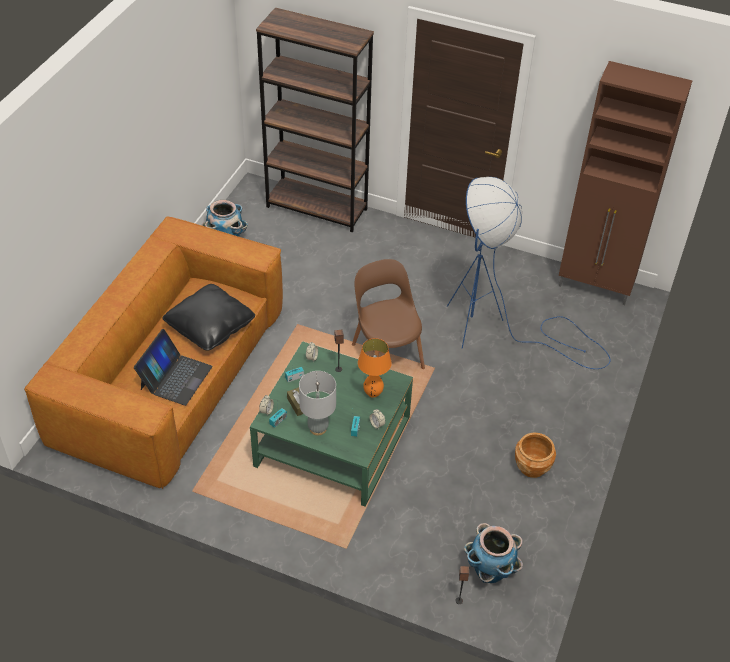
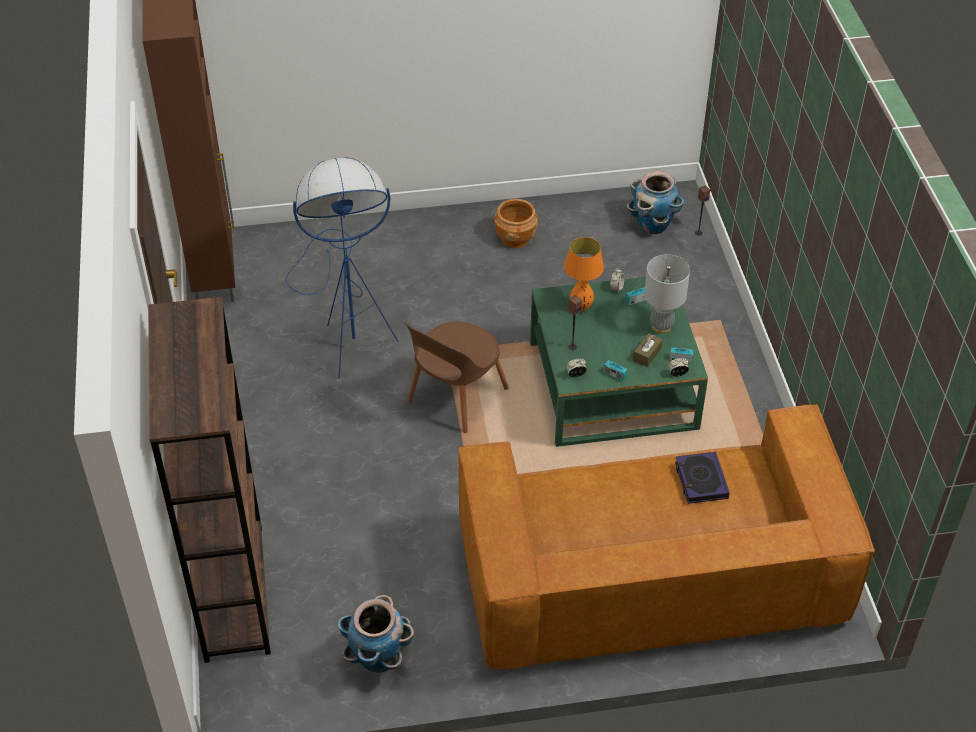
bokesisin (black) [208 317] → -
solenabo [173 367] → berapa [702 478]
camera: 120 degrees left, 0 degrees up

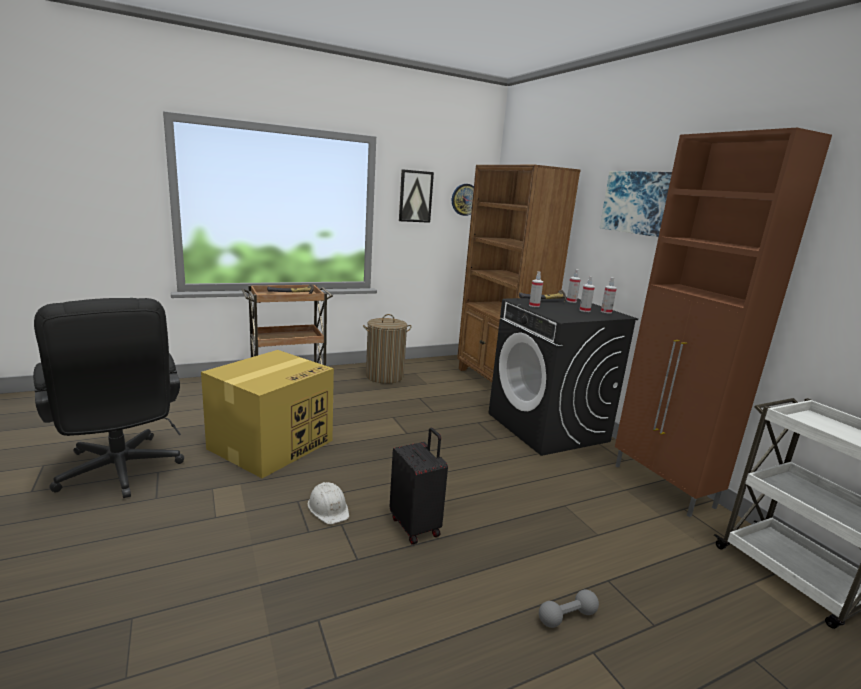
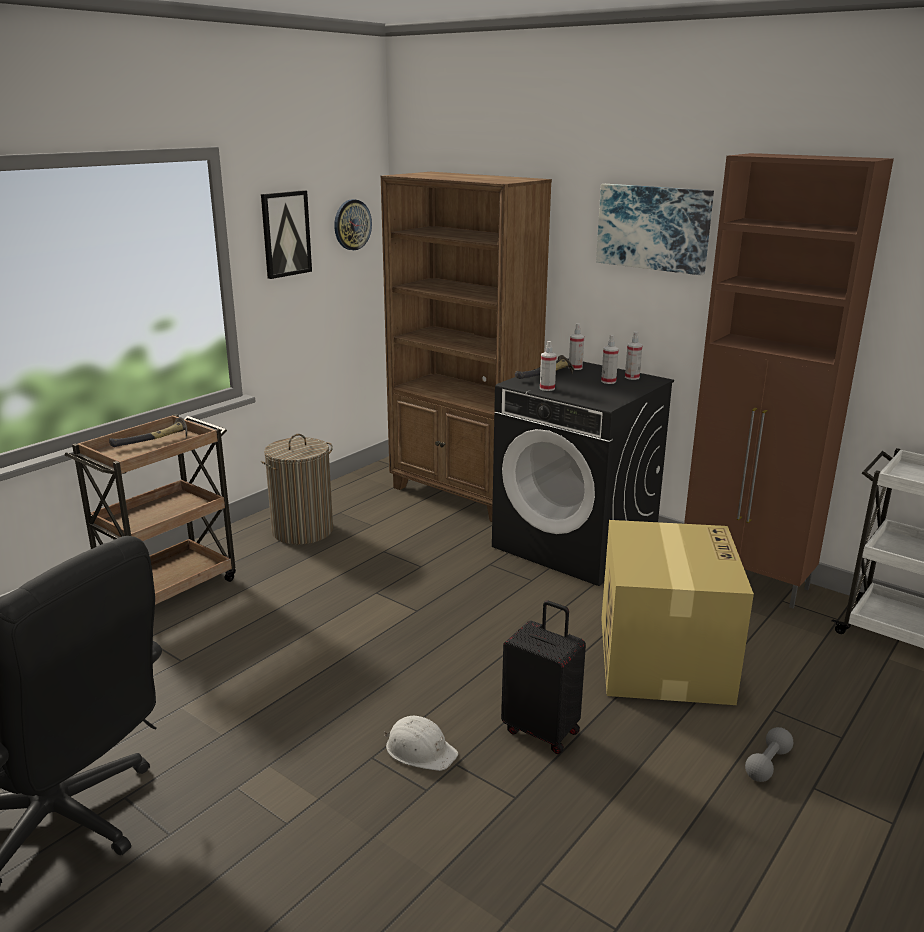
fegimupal [267 414] → fegimupal [677 612], shifted
camera: 25 degrees left, 5 degrees up

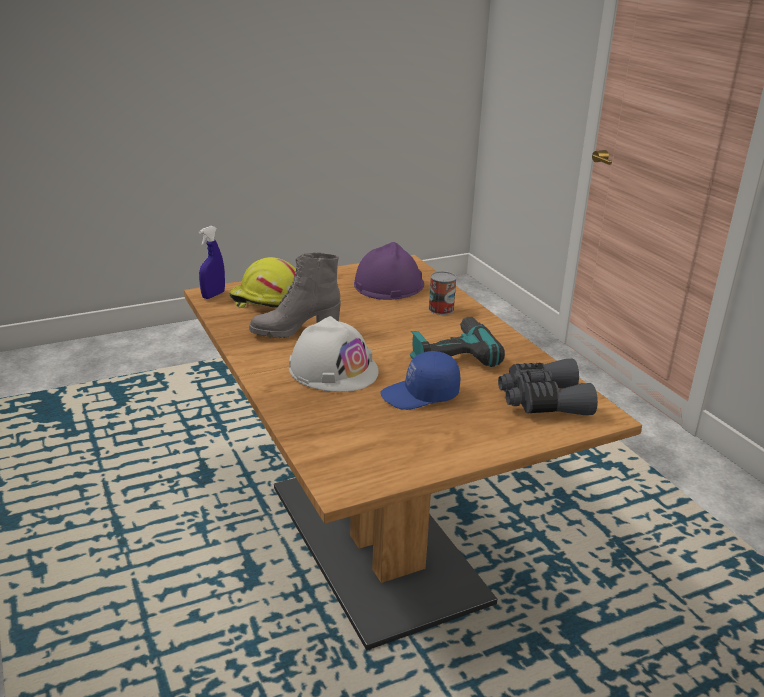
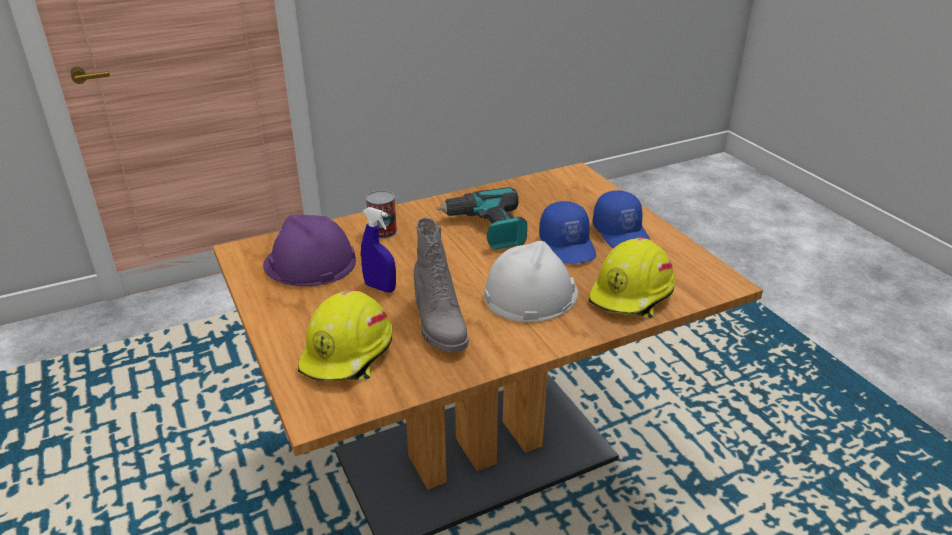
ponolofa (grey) [548 386] → -
- → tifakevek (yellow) [632 278]
- → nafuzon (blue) [621 219]
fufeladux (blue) [212 262] → fufeladux (blue) [378 250], shifted
camera: 90 degrees left, 5 degrees up

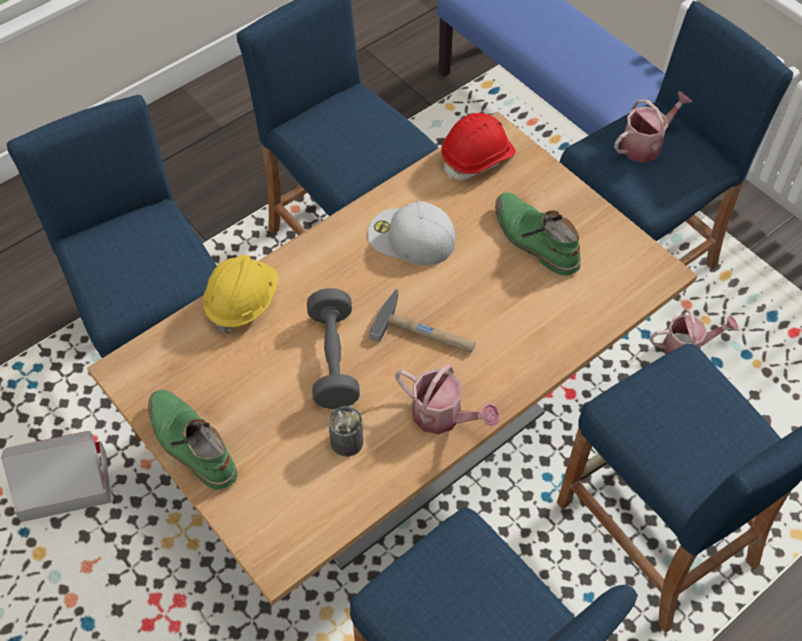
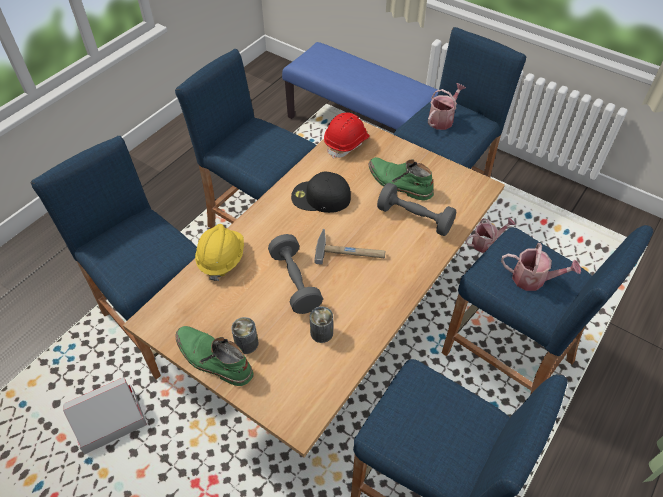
- → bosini [245 335]
- → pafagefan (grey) [417 209]
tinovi [447 399] → tinovi [541 267], shifted
nafuzon (white) [411 233] → nafuzon (black) [321 192]
camera: 15 degrees left, 5 degrees down

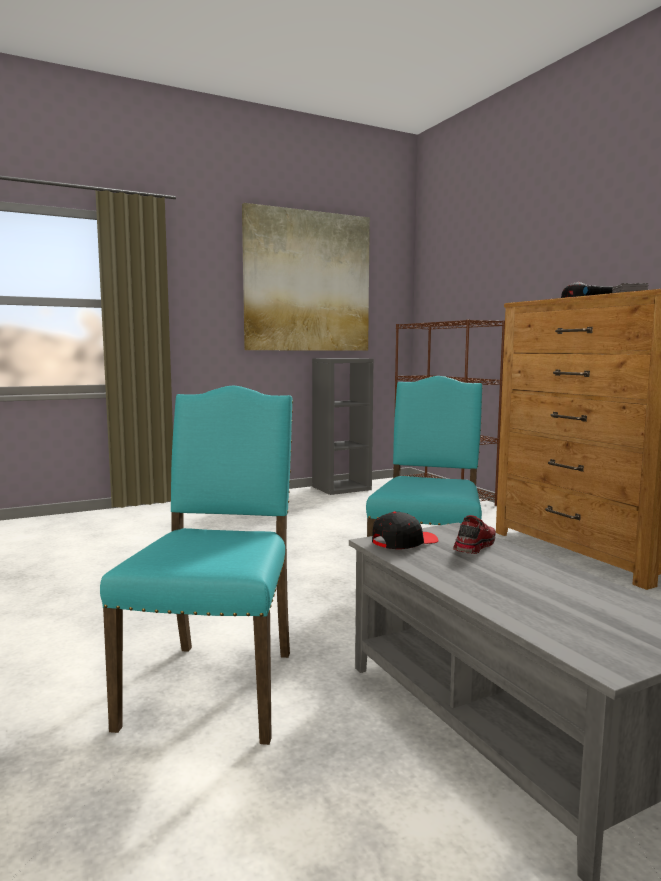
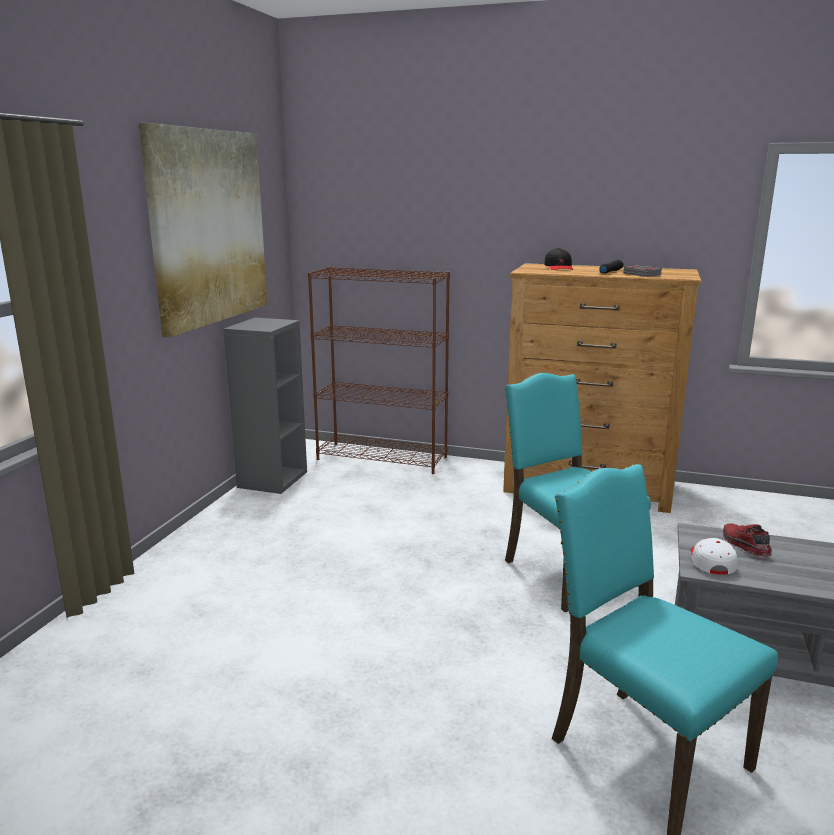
nafuzon (black) [405 530] → nafuzon (white) [714 556]
camera: 45 degrees left, 10 degrees up

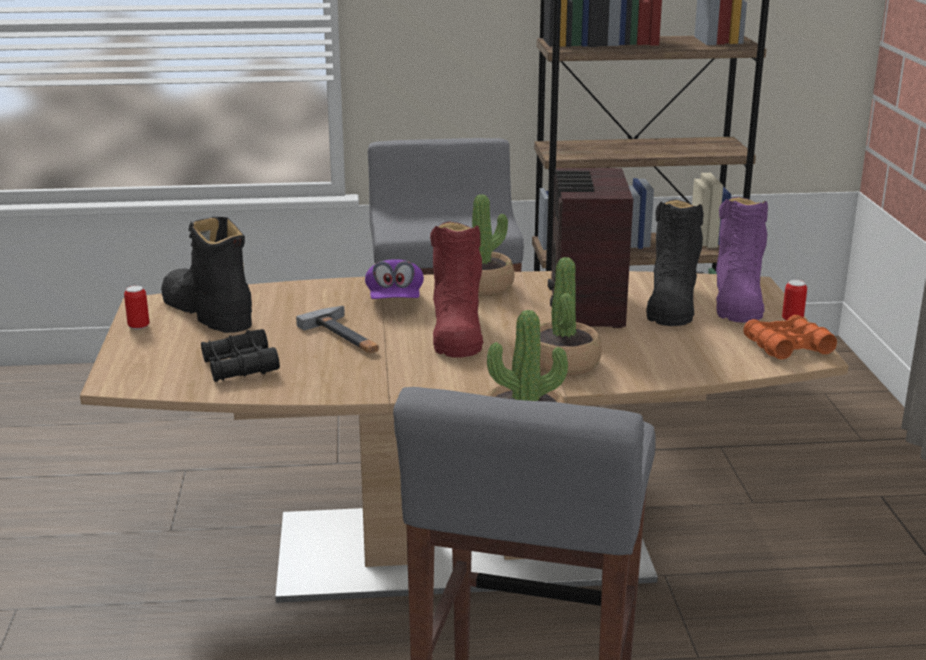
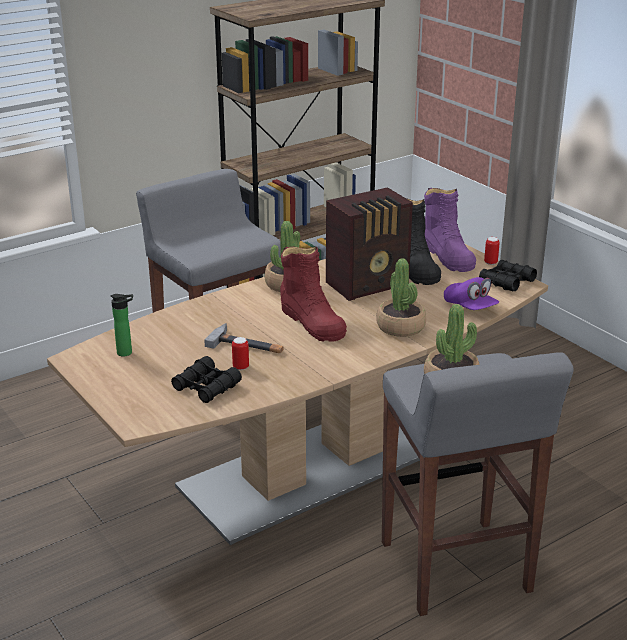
bosini [136 308] → bosini [240 353], shifted
nafuzon (purple) [394 279] → nafuzon (purple) [471 293], shifted
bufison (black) [206 275] → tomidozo [122 325]
ponolofa (orange) [790 337] → ponolofa (black) [508 275]
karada [590 248] → karada [369 244], 90 degrees counterclockwise
camera: 30 degrees left, 5 degrees up

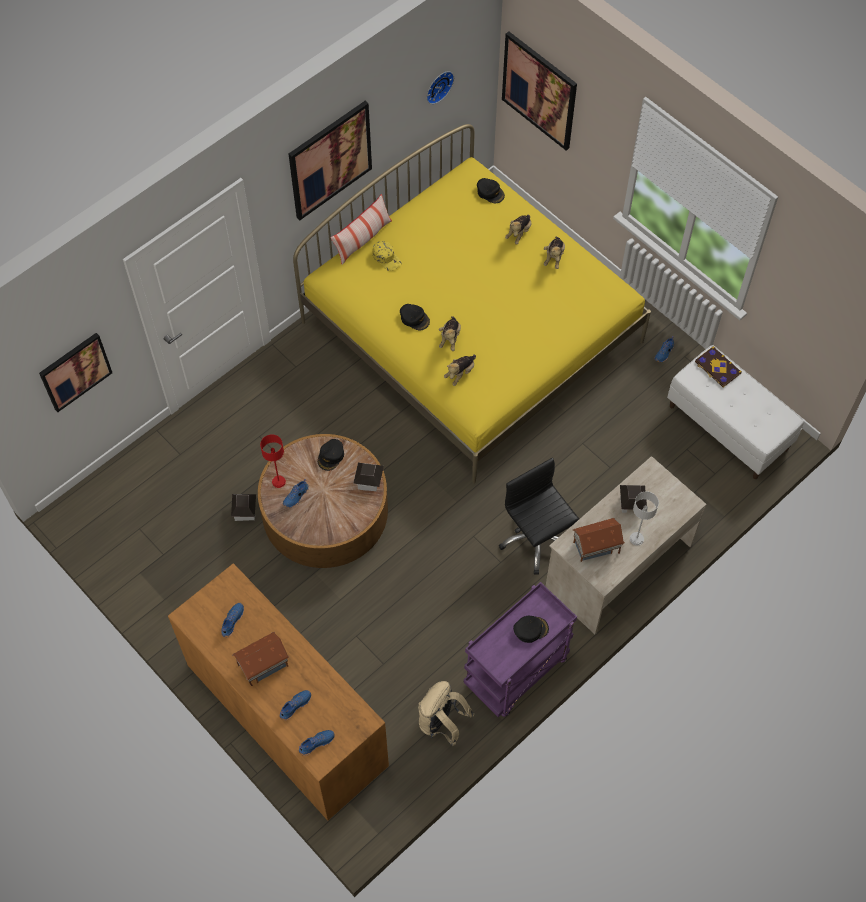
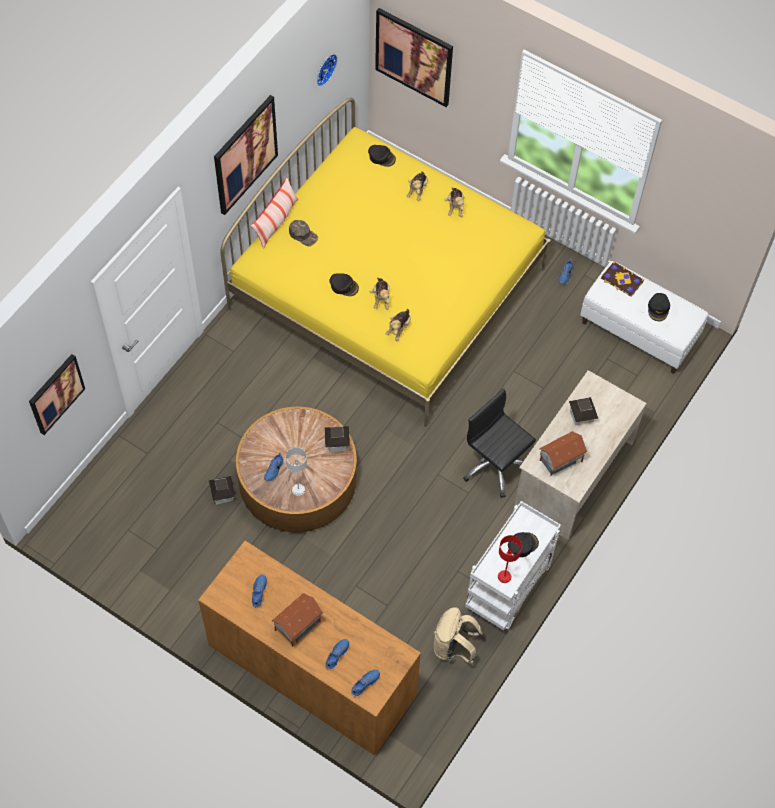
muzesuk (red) [273 461] → muzesuk (red) [510 559], shifted
nafuzon (black) [331 455] → nafuzon (black) [659 307], shifted
muzesuk (grey) [644 518] → muzesuk (grey) [296 471], shifted
nafuzon (yellow) [387 256] → nafuzon (green) [303 233]
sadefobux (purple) [520 649] → sadefobux (white) [513 566]
camera: 15 degrees left, 0 degrees up

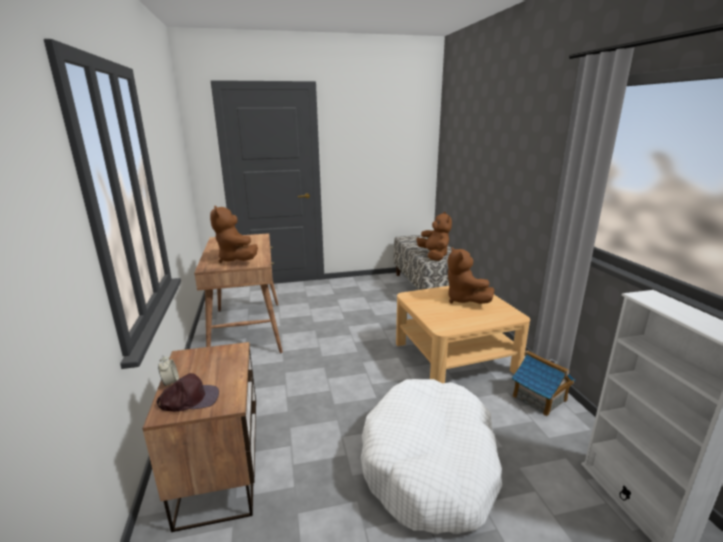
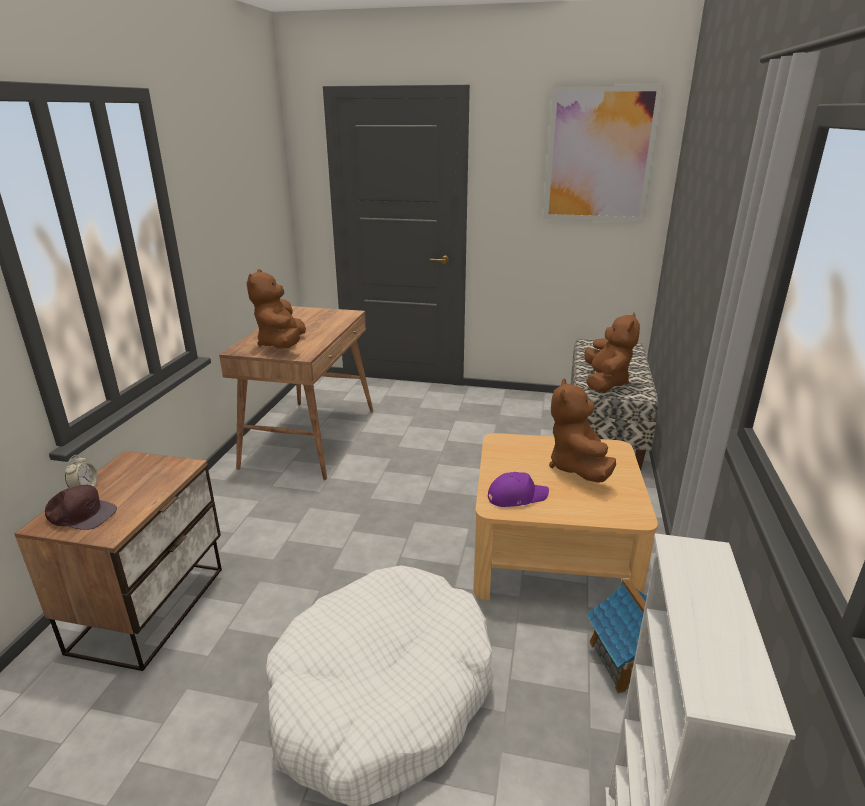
- → nafuzon (purple) [518 489]
- → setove [603 153]
camera: 25 degrees right, 5 degrees up

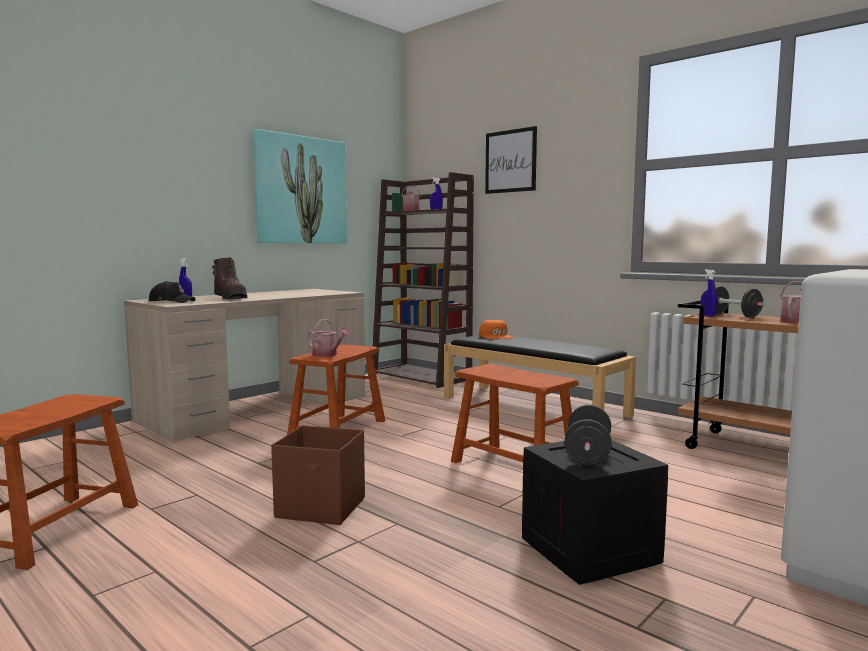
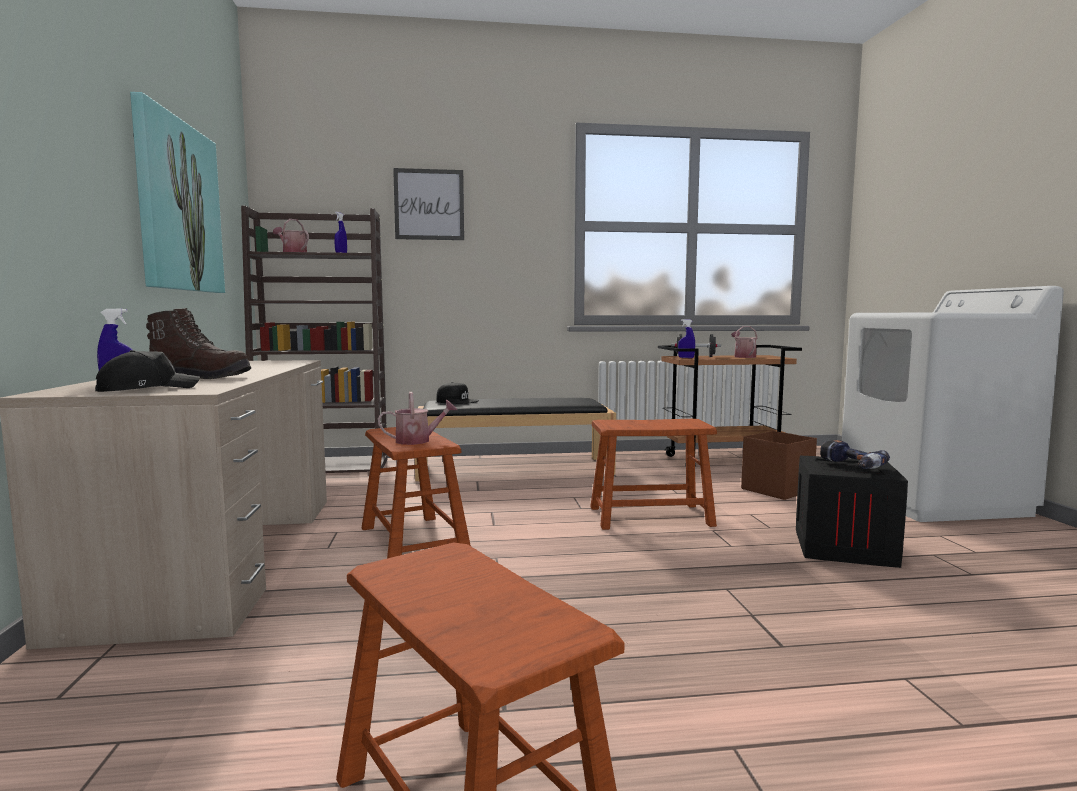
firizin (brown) [318 475] → firizin (brown) [779 465], shifted
pafagefan (black) [588 435] → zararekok [855 454]
nafuzon (orange) [496 329] → nafuzon (black) [457 393]
camera: 50 degrees left, 0 degrees up

